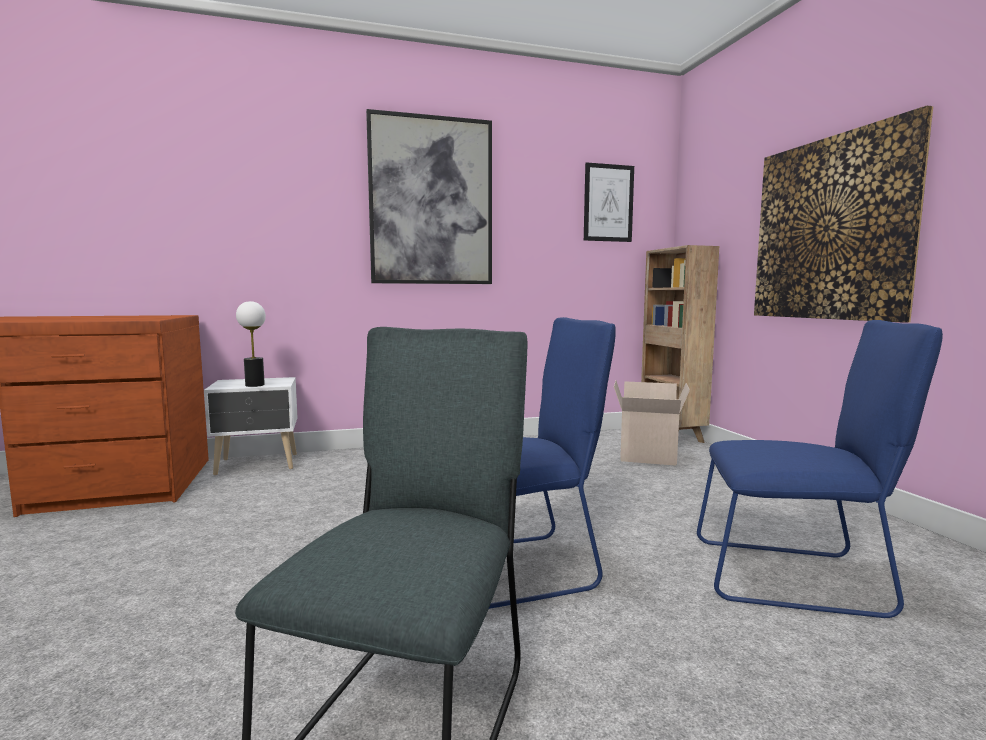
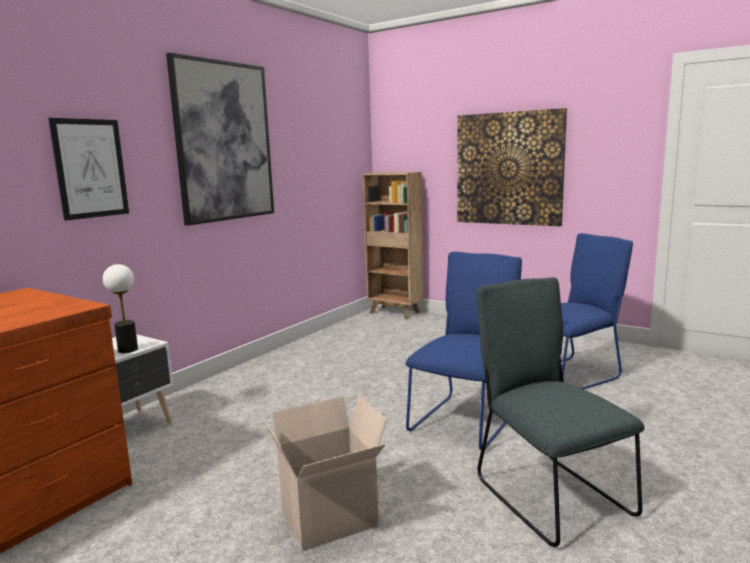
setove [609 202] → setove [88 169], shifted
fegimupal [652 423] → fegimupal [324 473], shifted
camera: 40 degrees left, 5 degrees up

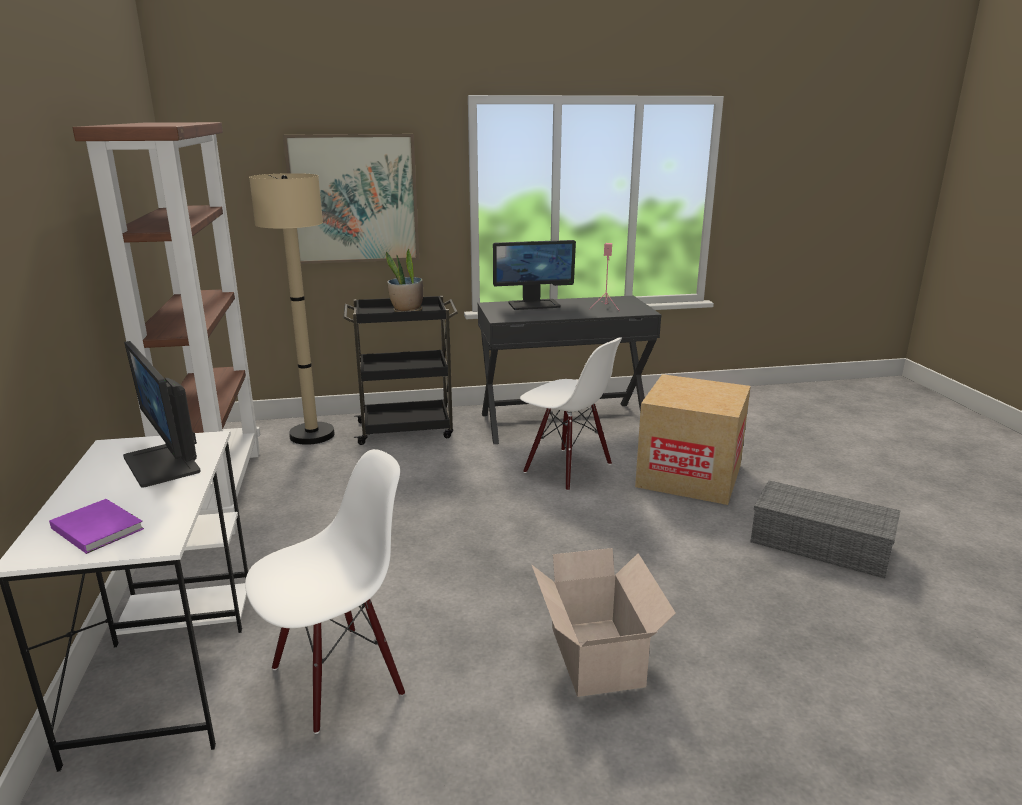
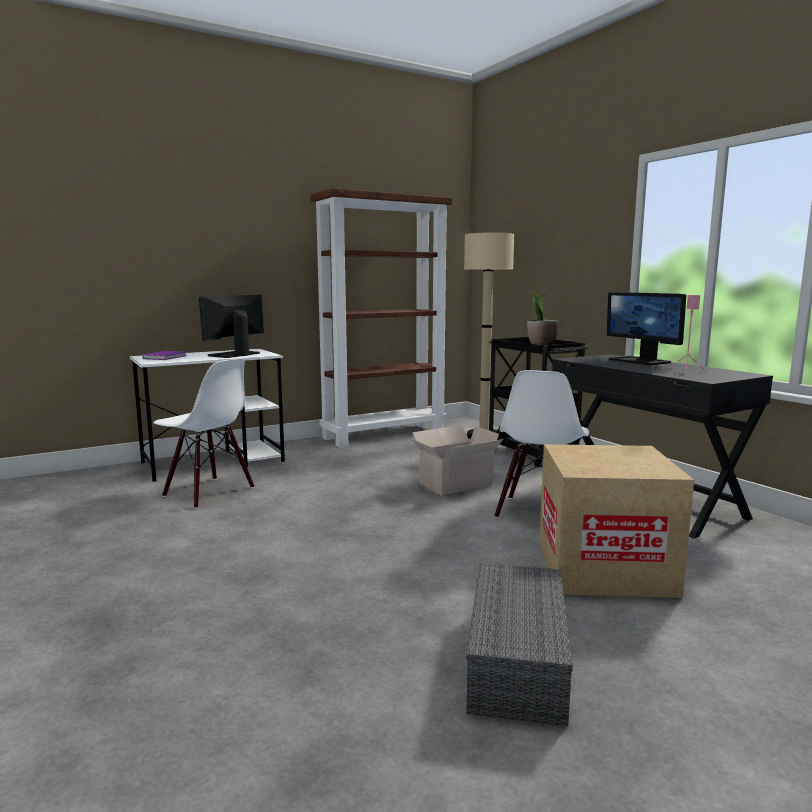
setove [351 199] → -
fegimupal [604 622] → fegimupal [457 460], shifted
camera: 70 degrees right, 10 degrees down

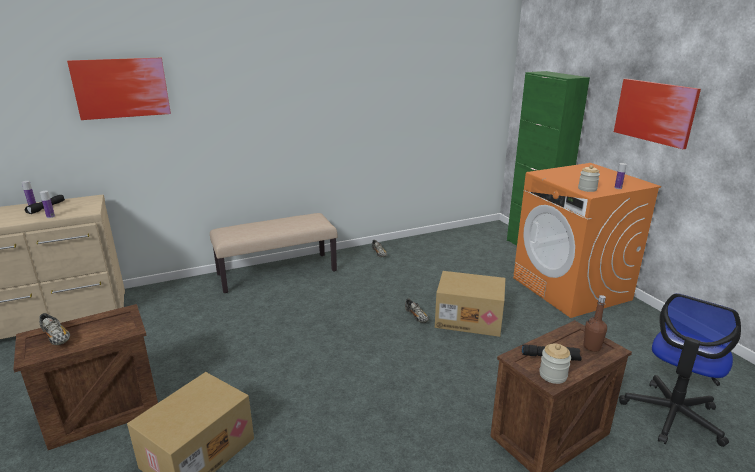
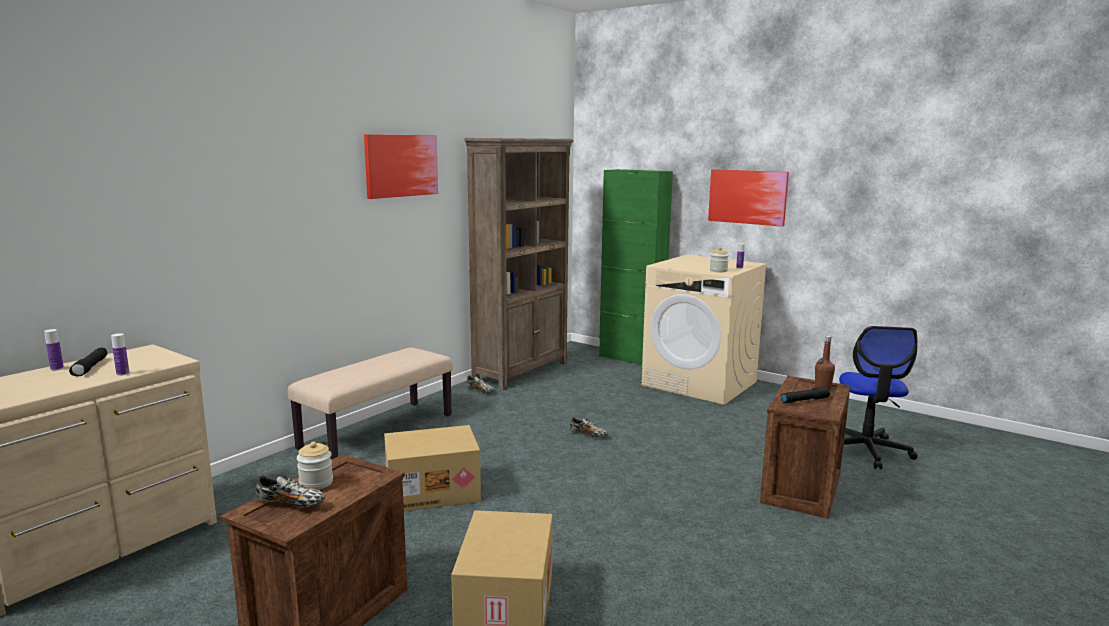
- → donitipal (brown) [519 264]
setove [119 89] → setove [401 166], shifted
fegimupal [470 304] → fegimupal [432 468], shifted
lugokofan [555 364] → lugokofan [315 466], shifted
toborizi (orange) [587 240] → toborizi (beige) [704 330]
camera: 30 degrees left, 10 degrees down

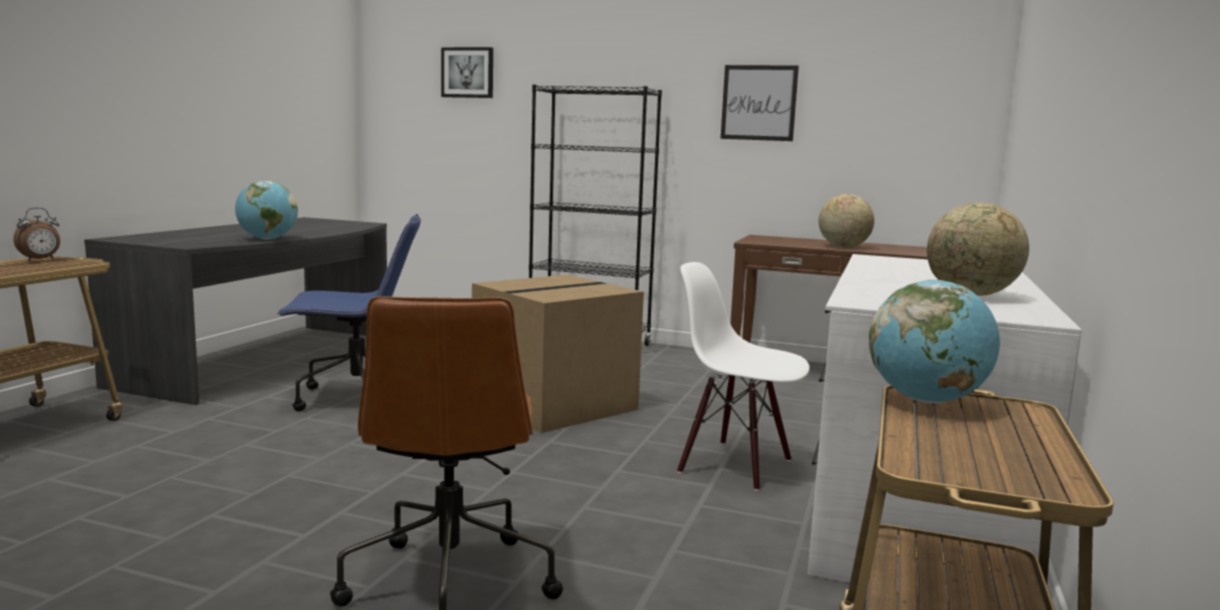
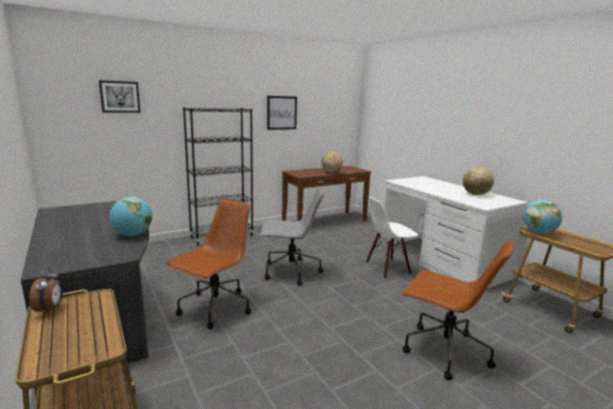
fegimupal [558 354] → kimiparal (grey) [292 236]
kimiparal (blue) [349 312] → kimiparal (brown) [208 263]
camera: 50 degrees left, 5 degrees up

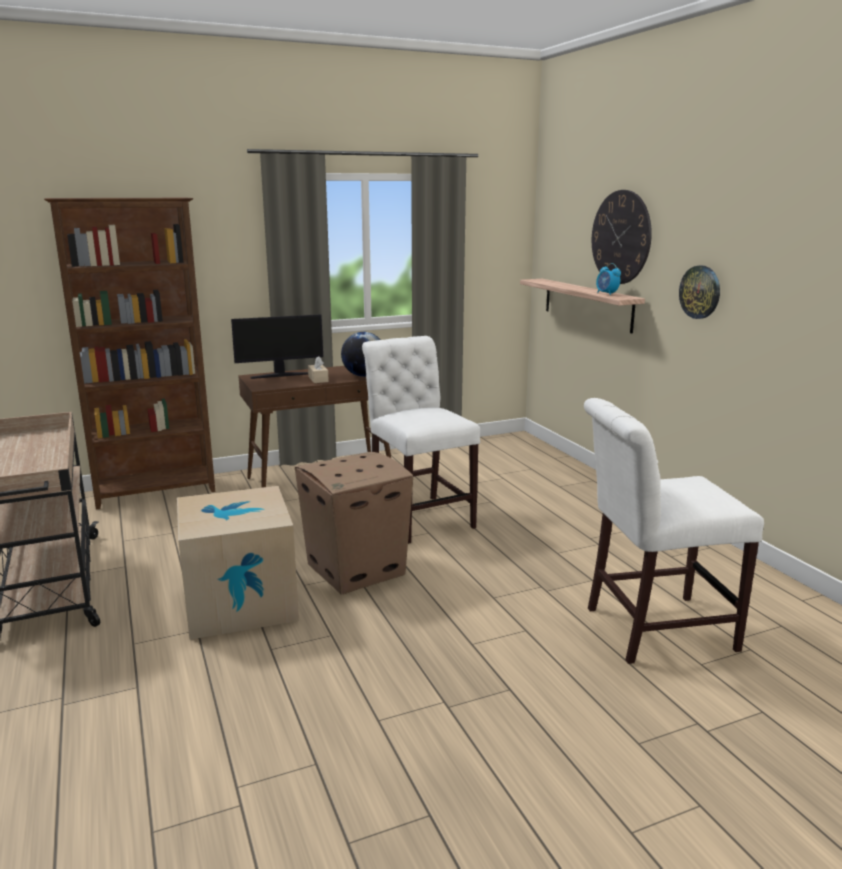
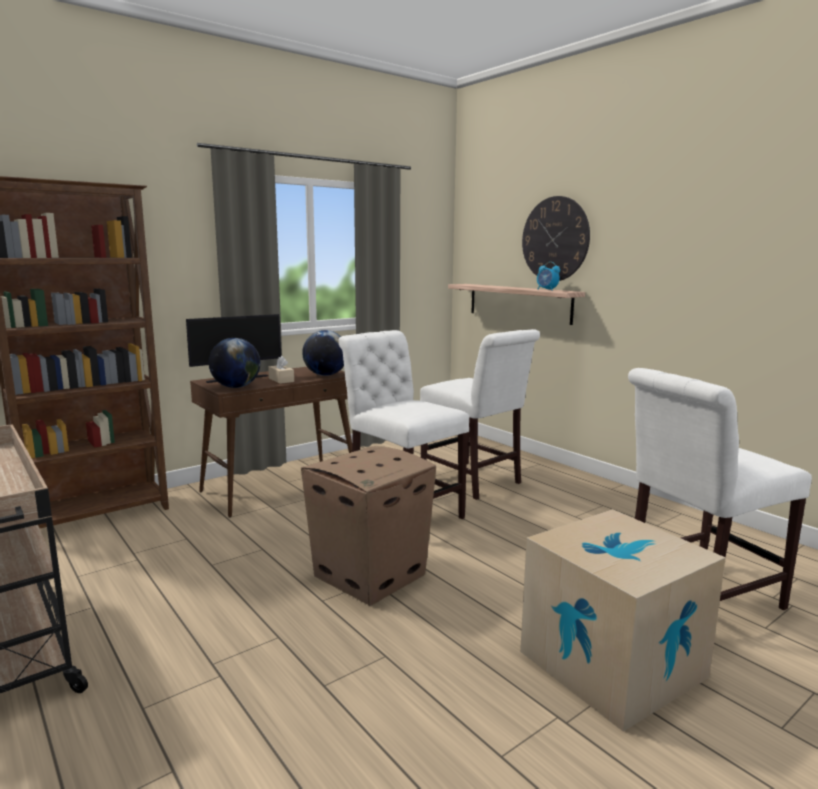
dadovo [699 292] → -
- → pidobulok [234 363]
- → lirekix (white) [480 414]
fegimupal [238 562] → fegimupal [623 620], shifted
camera: 15 degrees left, 5 degrees down

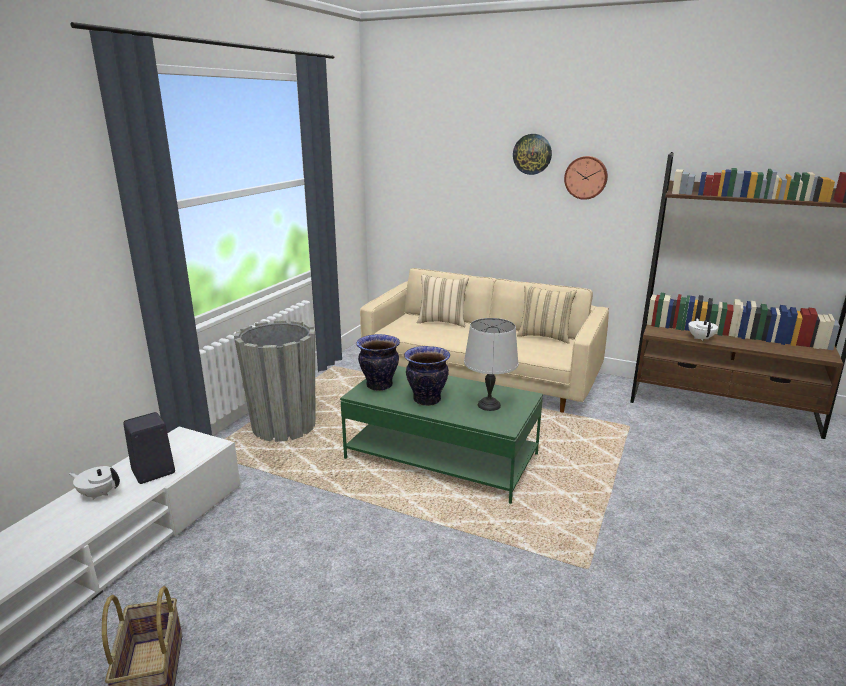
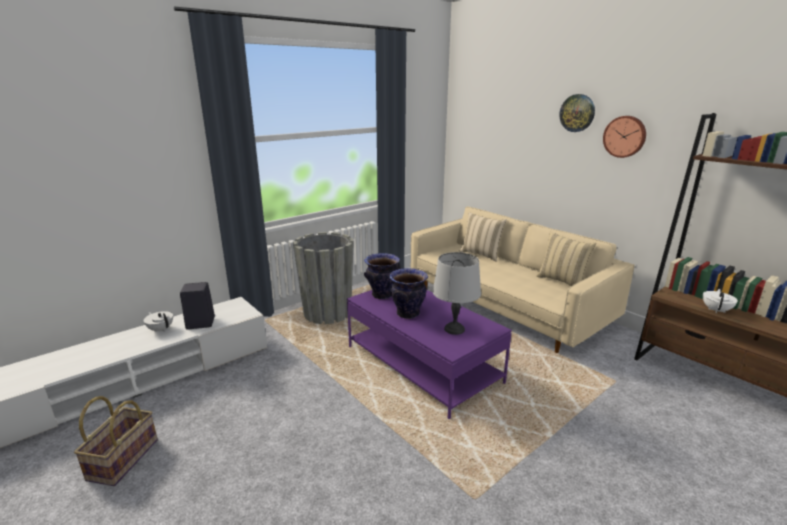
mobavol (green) [441 435] → mobavol (purple) [429 354]
camera: 25 degrees right, 0 degrees up

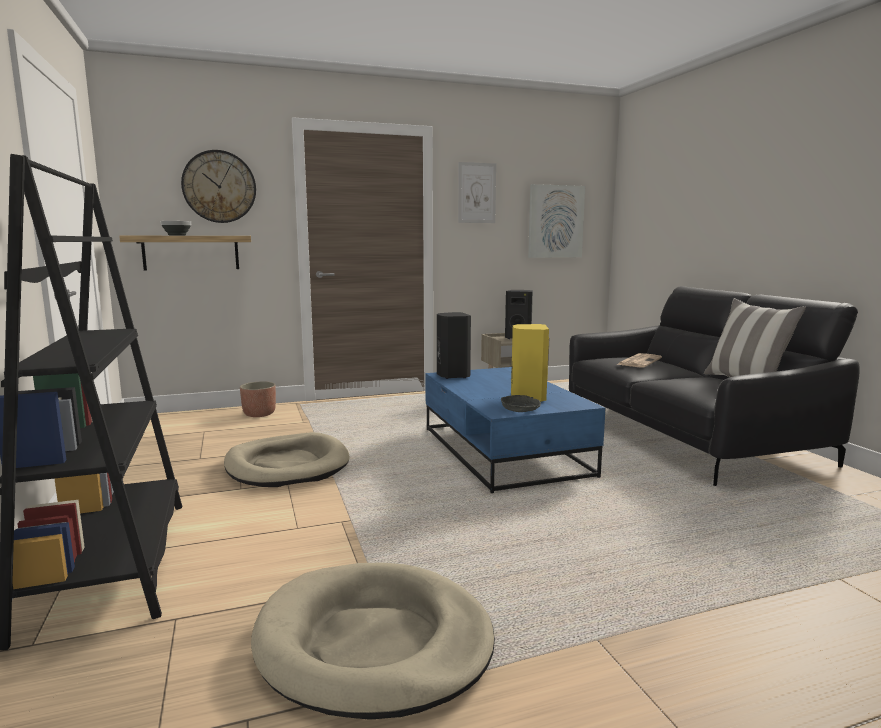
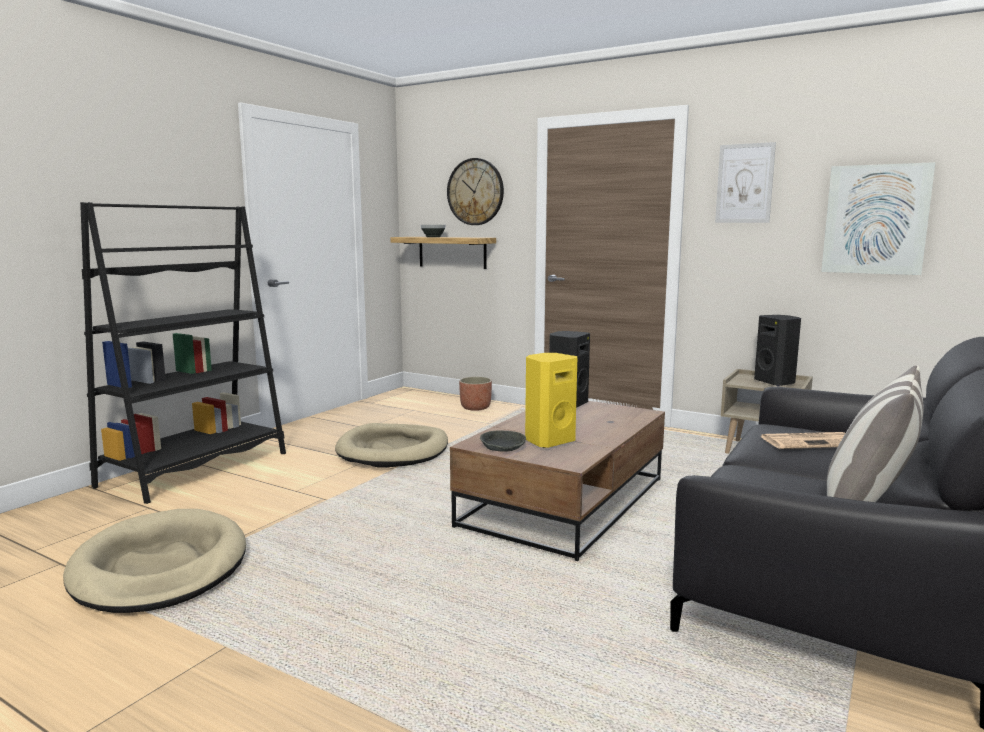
mobavol (blue) [515 430] → mobavol (brown) [557 481]
camera: 50 degrees right, 0 degrees up

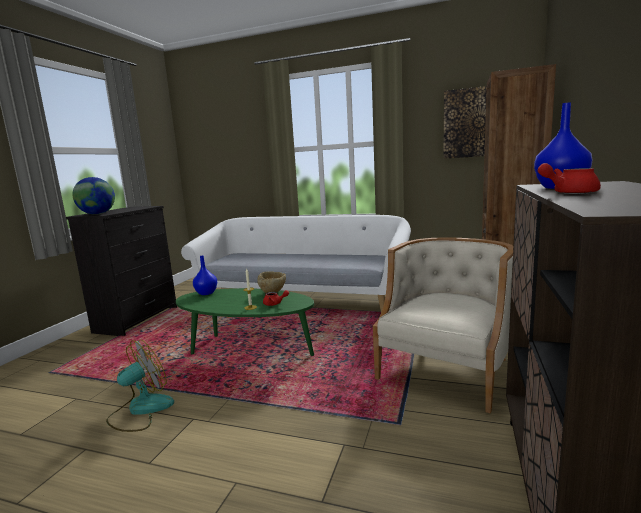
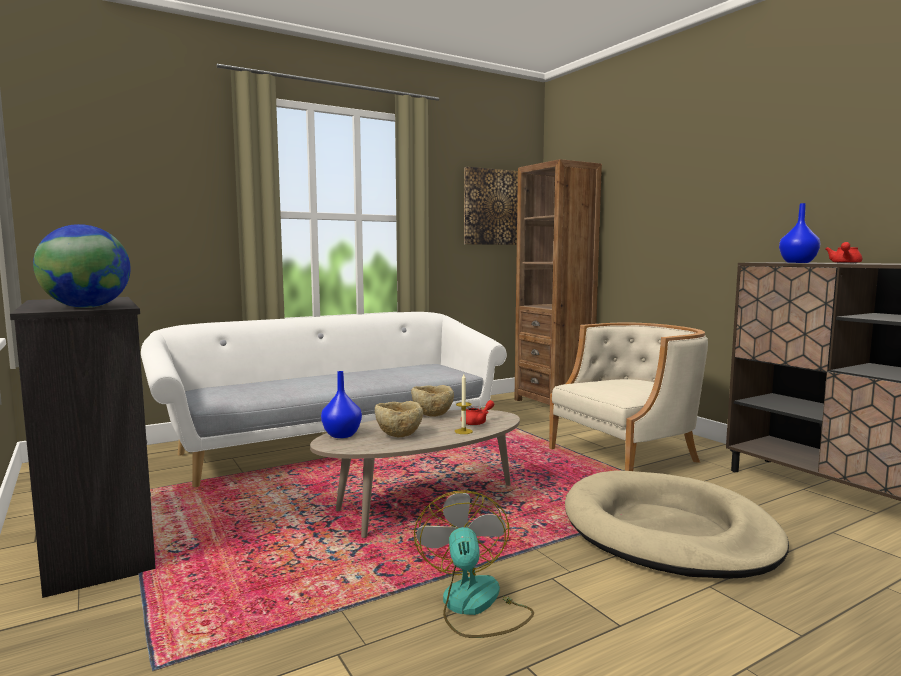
- → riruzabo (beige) [399 419]
- → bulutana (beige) [677 524]
mobavol (green) [245 322] → mobavol (beige) [415 474]
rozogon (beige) [443 326] → rozogon (beige) [628 396], 75 degrees clockwise
camera: 50 degrees left, 5 degrees down

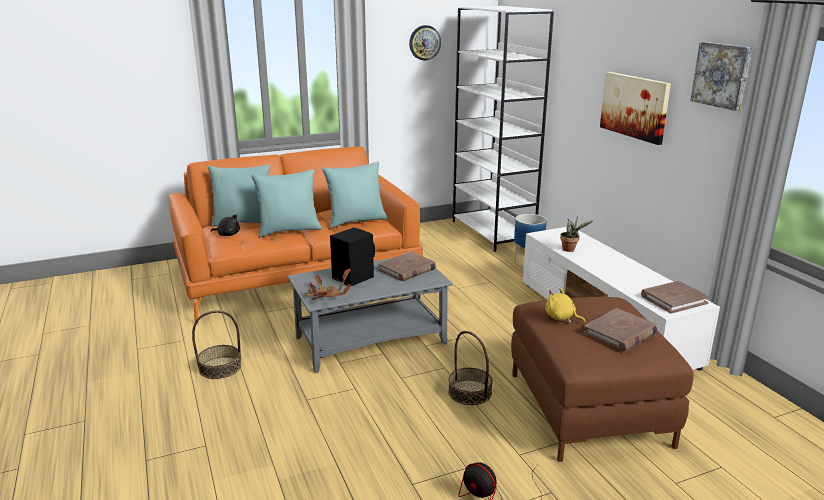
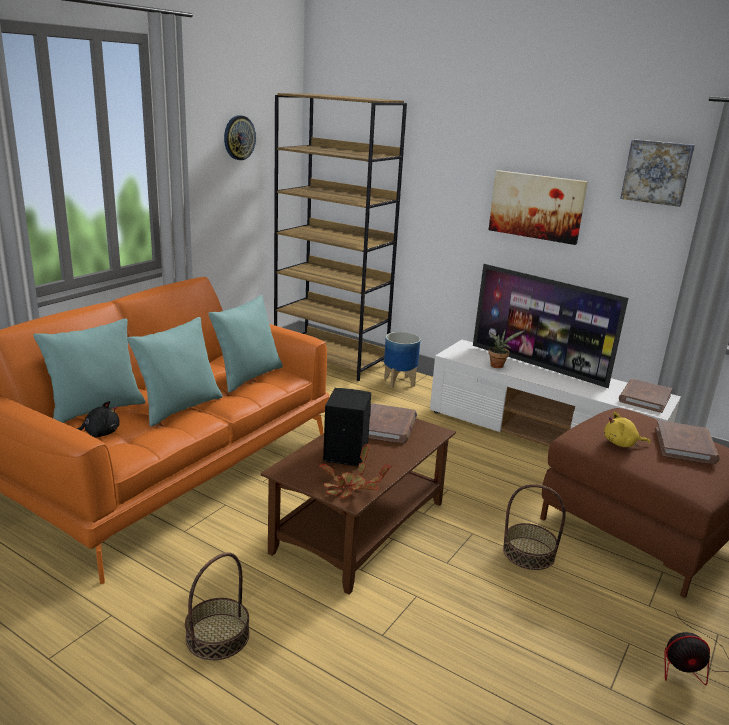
- → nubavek [550 326]
mobavol (grey) [370 313] → mobavol (brown) [358 499]
donitipal (white) [503 129] → donitipal (brown) [340 237]
camera: 35 degrees left, 0 degrees up

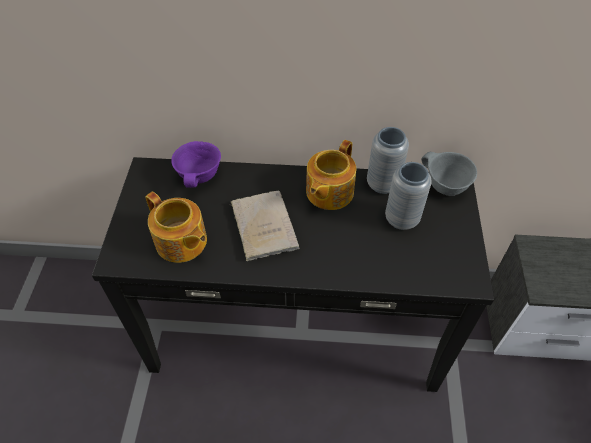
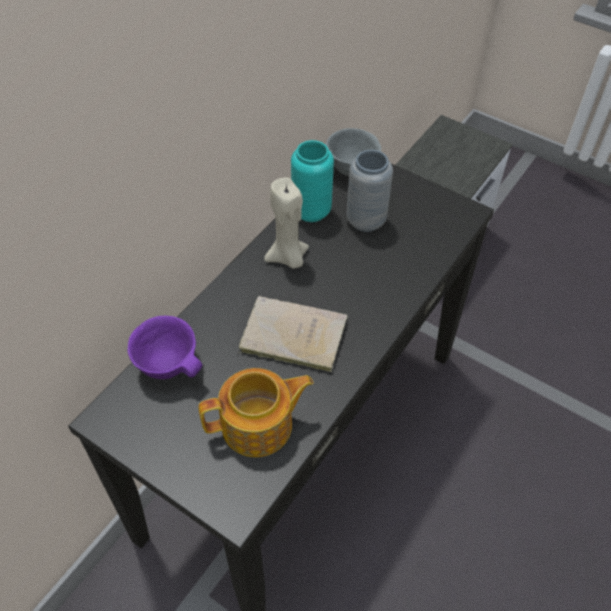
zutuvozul [331 175] → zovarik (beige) [286 223]
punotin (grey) [388 160] → punotin (turquoise) [312 181]
camera: 60 degrees left, 0 degrees up

